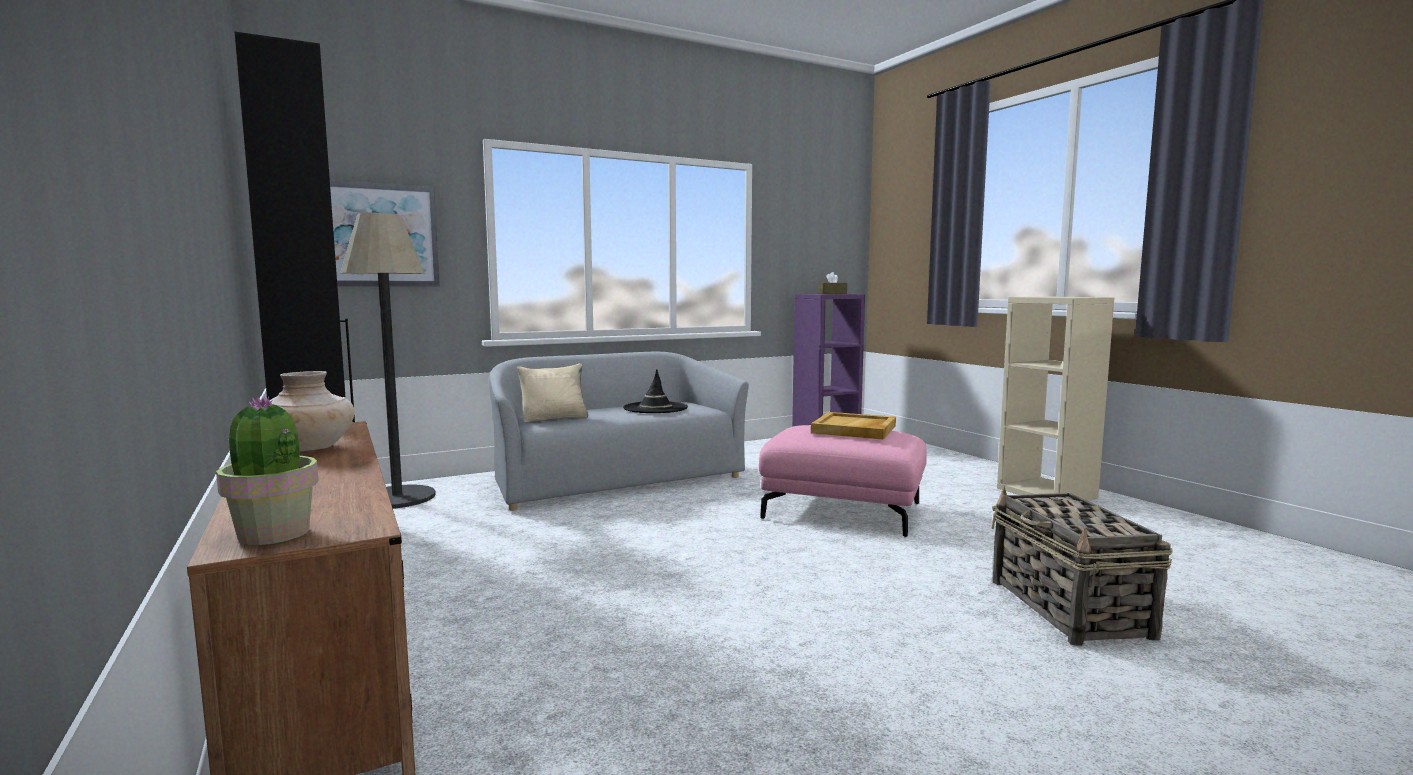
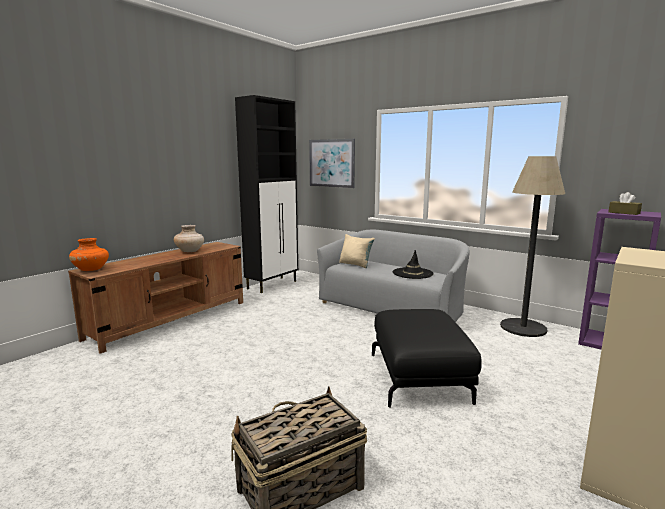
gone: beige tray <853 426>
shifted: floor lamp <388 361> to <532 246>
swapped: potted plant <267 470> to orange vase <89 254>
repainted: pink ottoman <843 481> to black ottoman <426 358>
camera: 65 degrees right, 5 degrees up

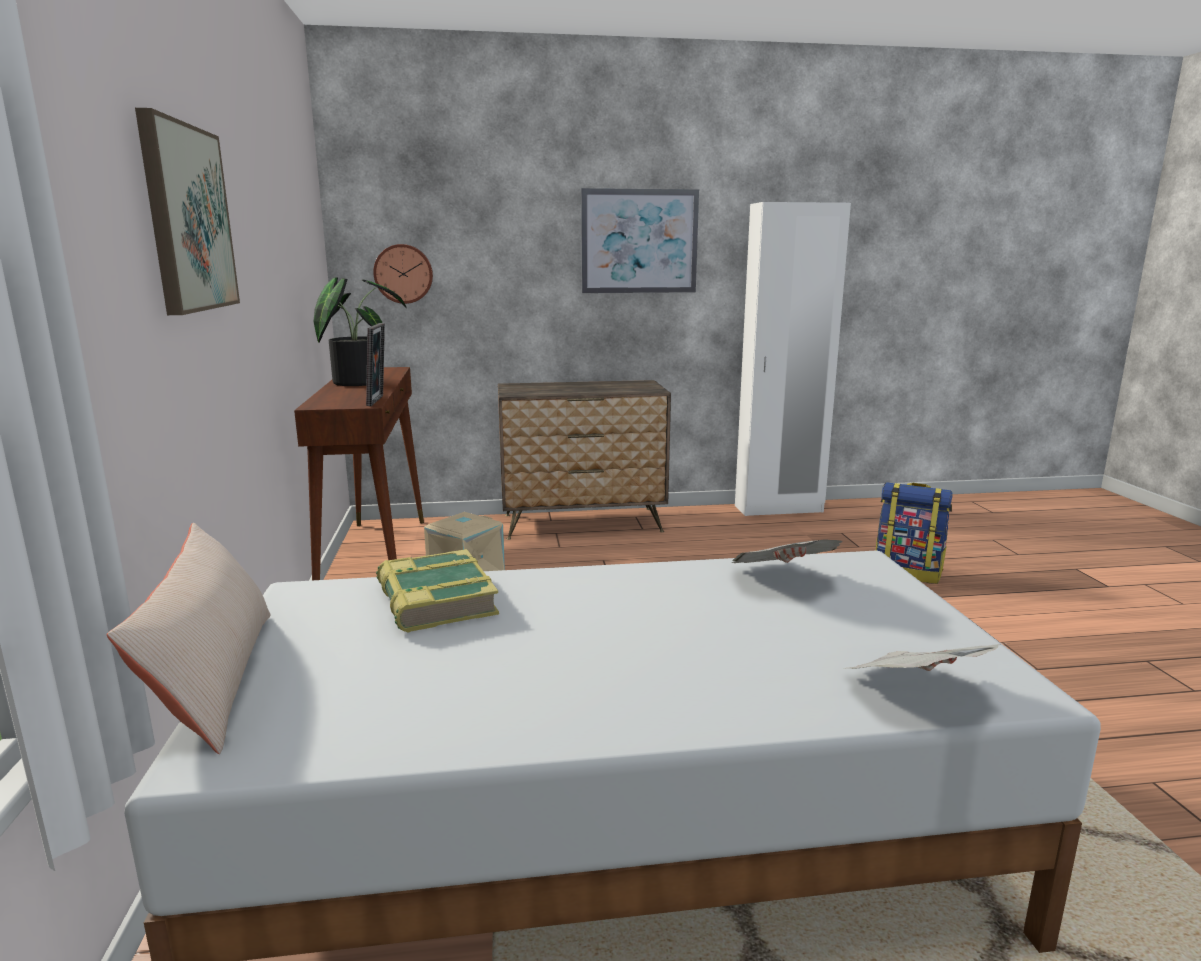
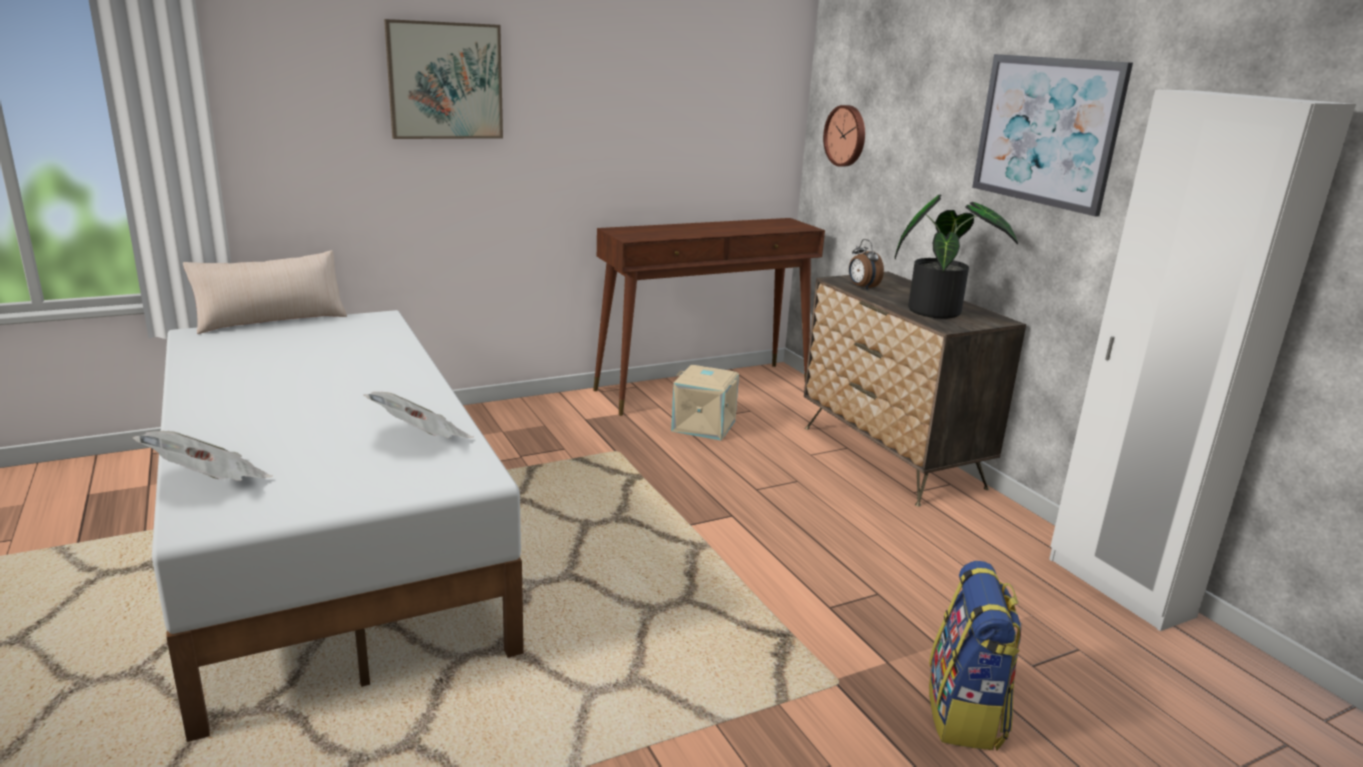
gone: picture frame <375 364>; book <437 591>
new: alarm clock <866 264>
shifted: potted plant <360 331> to <956 256>
camera: 70 degrees right, 5 degrees up

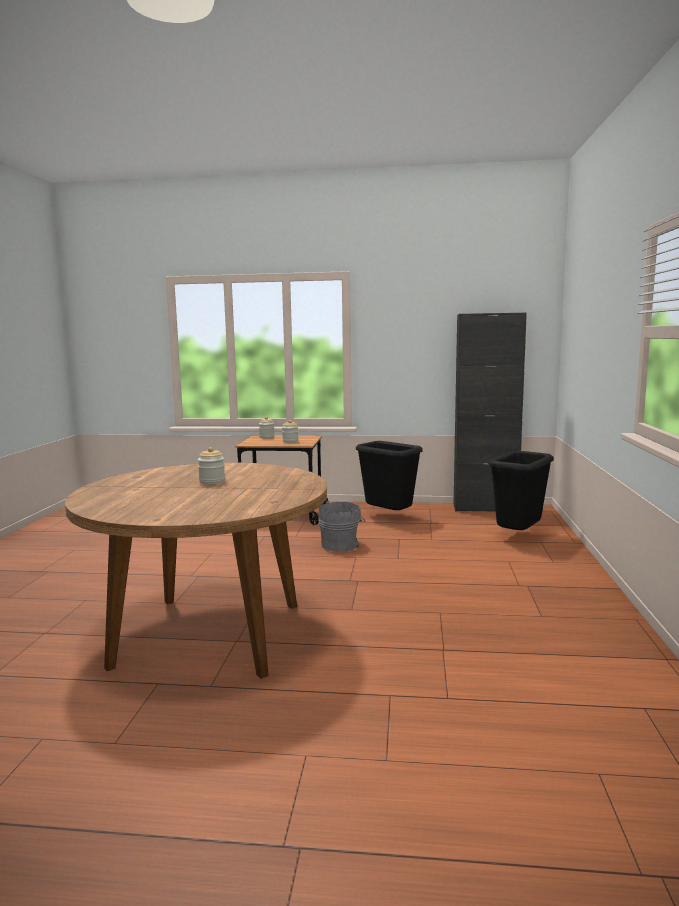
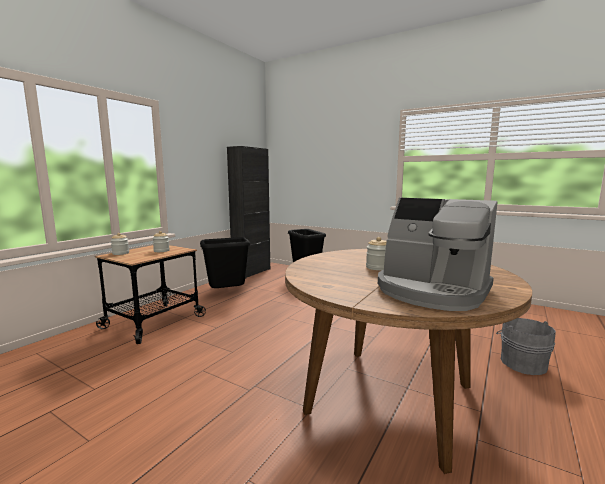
new: coffee machine <438 254>
shifted: grey bucket <341 526> to <526 346>
camera: 65 degrees left, 0 degrees up

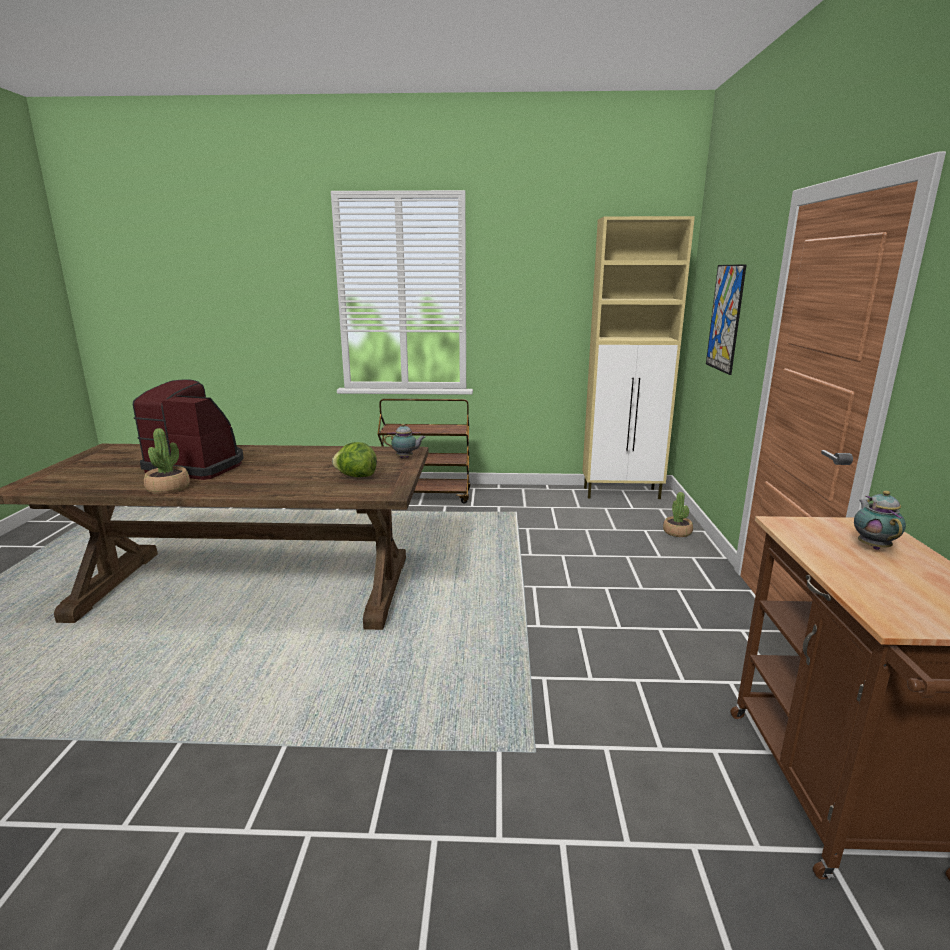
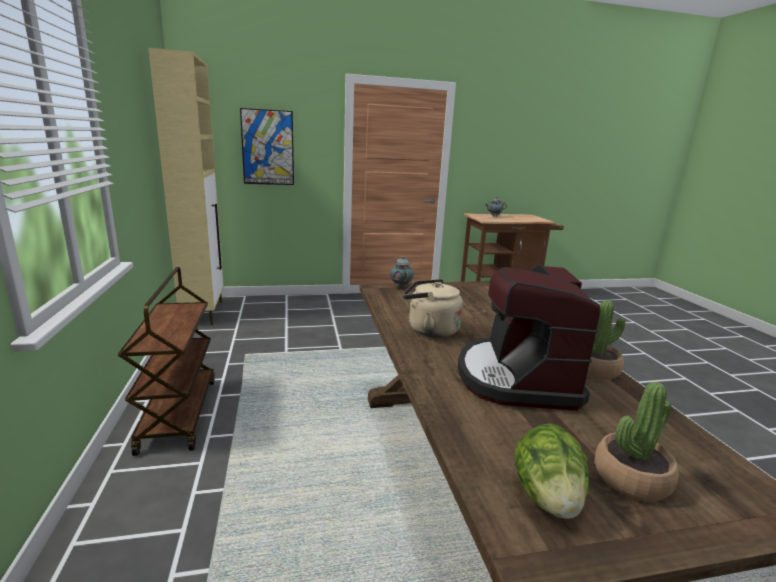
new: beige kettle <433 308>
shifted: lettuce <354 459> to <551 471>; potted plant <678 514> to <637 442>
camera: 105 degrees left, 0 degrees up

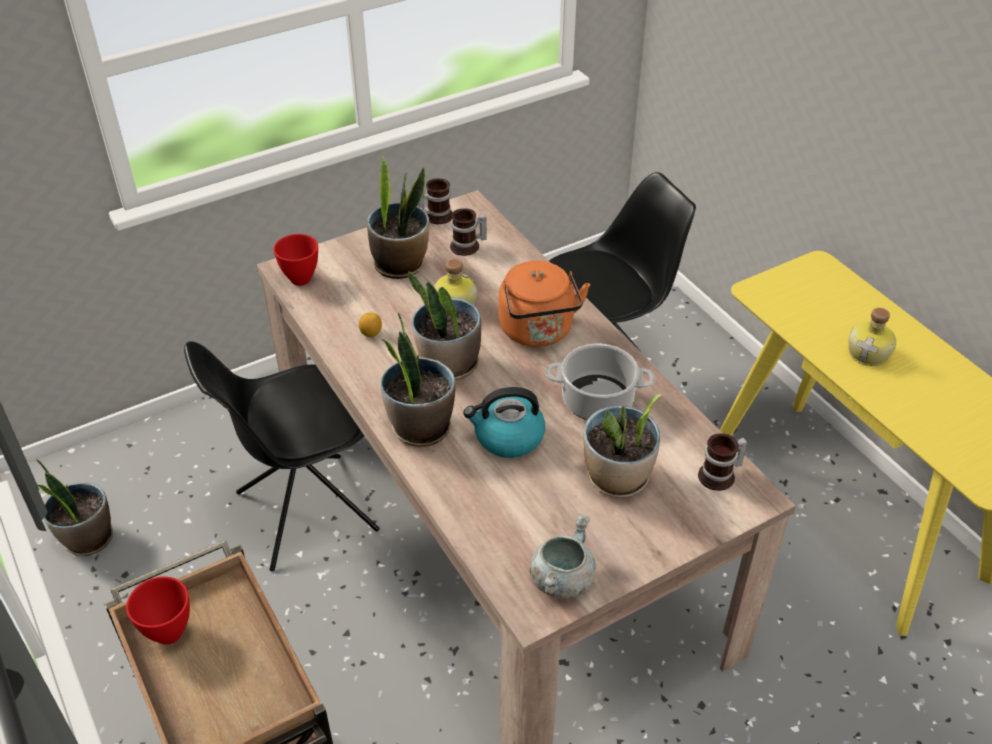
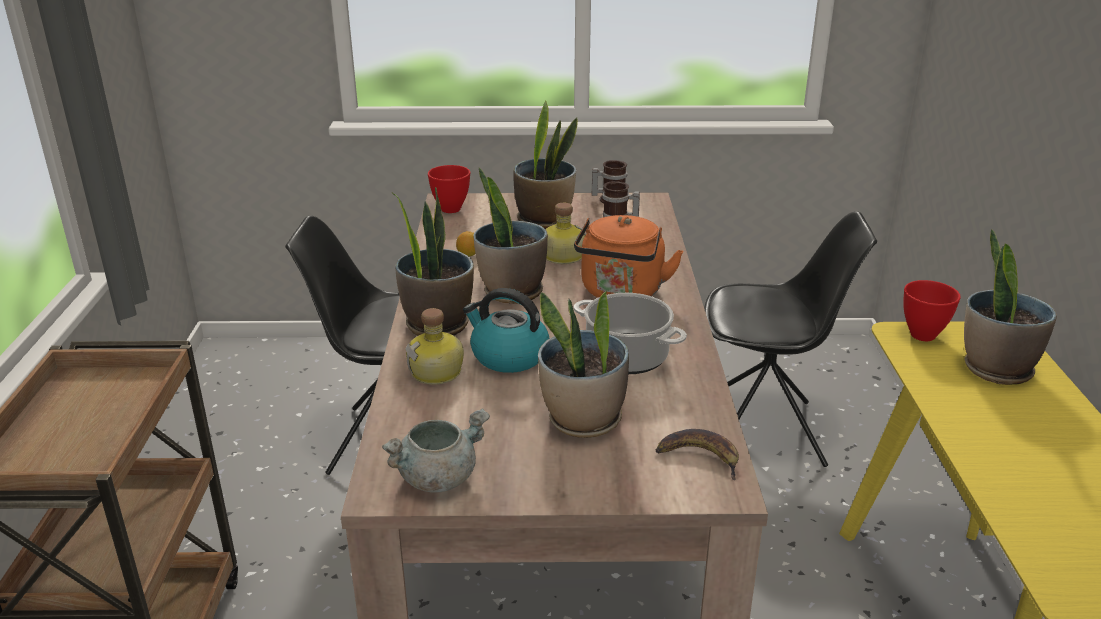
shifted: potted plant <74 507> to <1010 307>; red bowl <158 610> to <932 310>; bottle <872 337> to <434 346>
swapped: mug <723 462> to banana <697 454>
camera: 30 degrees right, 15 degrees down

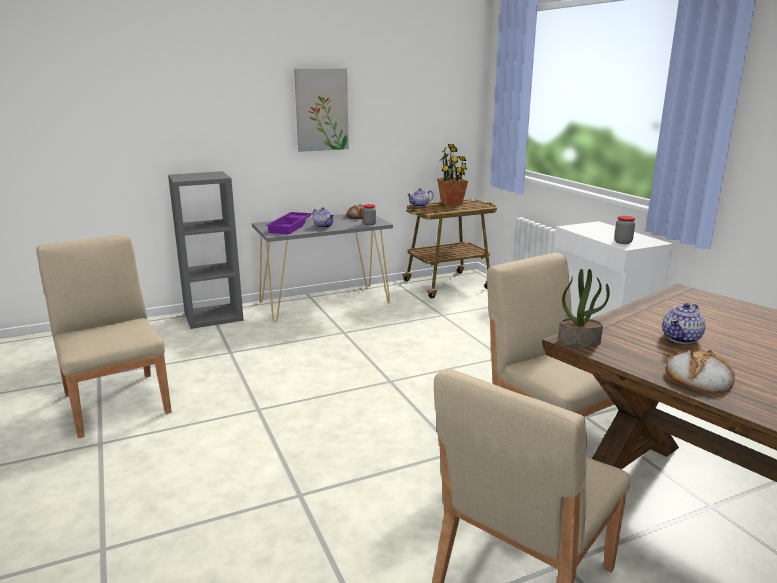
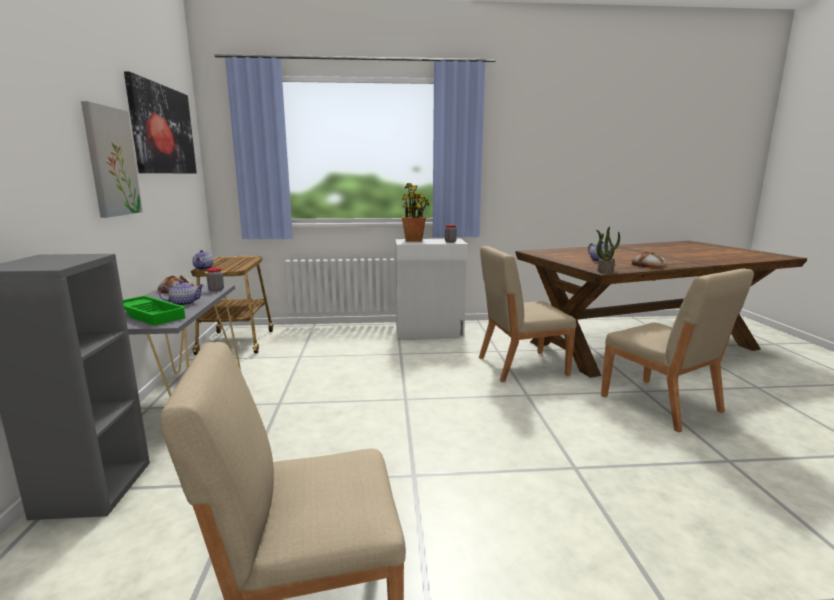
new: picture <160 122>
shifted: potted plant <452 175> to <415 212>
repainted: purple tray <289 223> to green tray <155 311>
camera: 70 degrees left, 5 degrees down

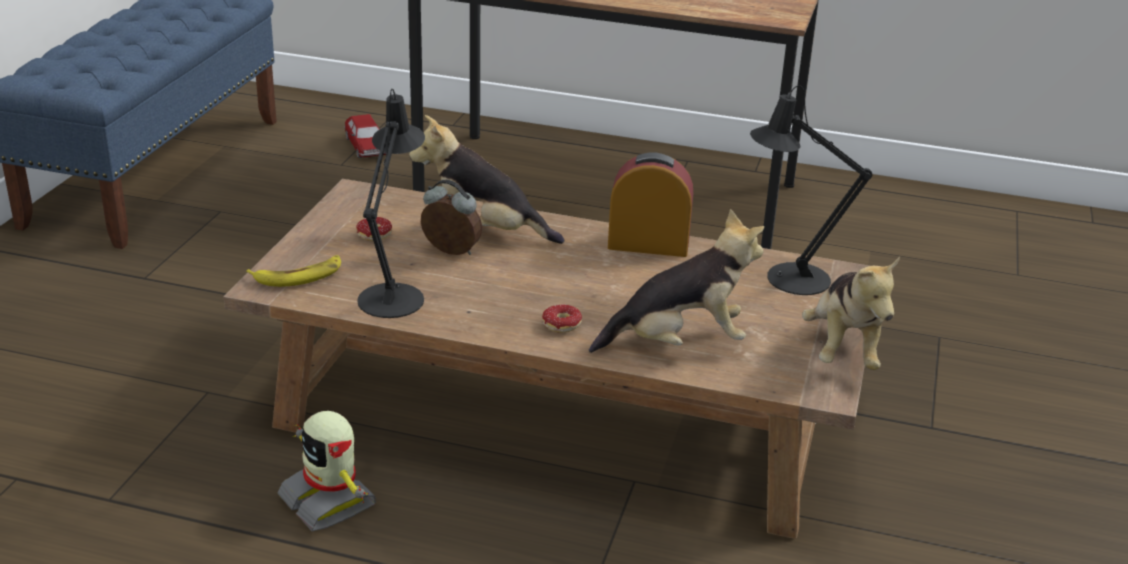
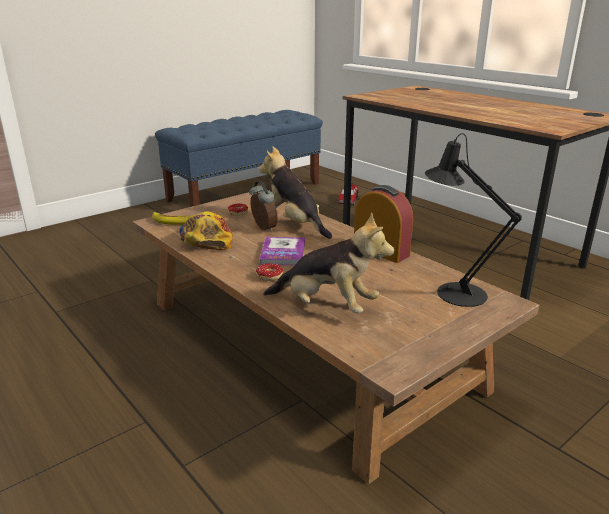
gone: toy robot <327 471>; plush toy <851 313>
new: book <282 251>
swapped: black table lamp <391 203> to cap <206 230>
camera: 35 degrees right, 5 degrees down

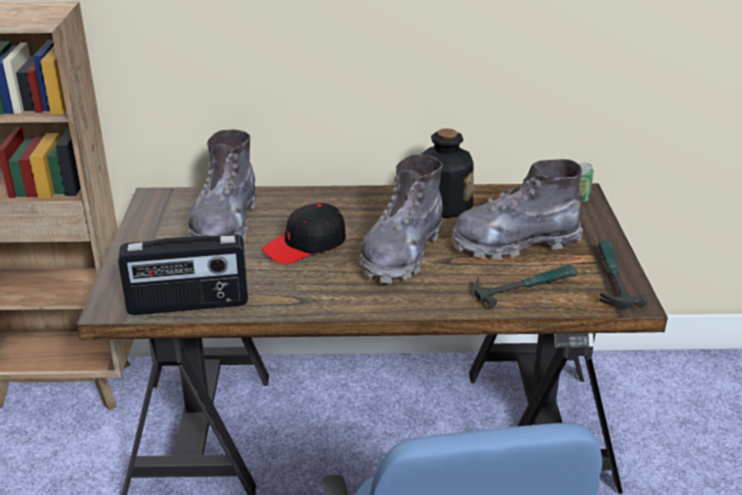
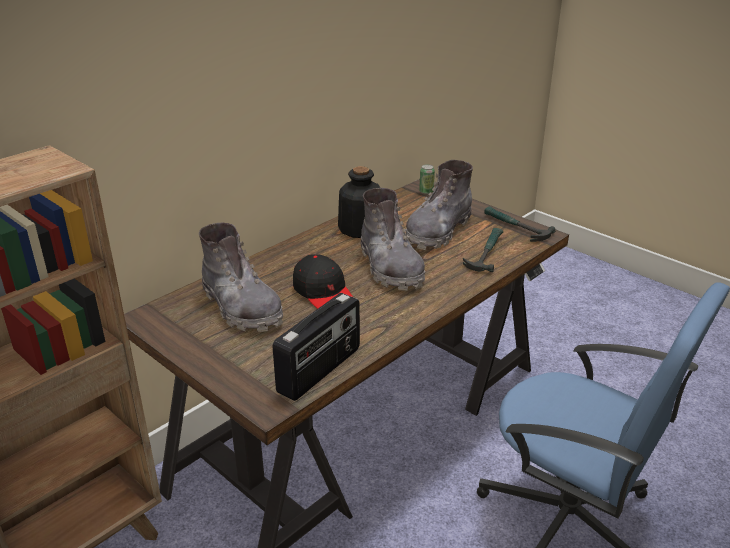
rotated: black cap <304 233> = <323 281> 45 degrees counterclockwise
camera: 45 degrees left, 0 degrees up

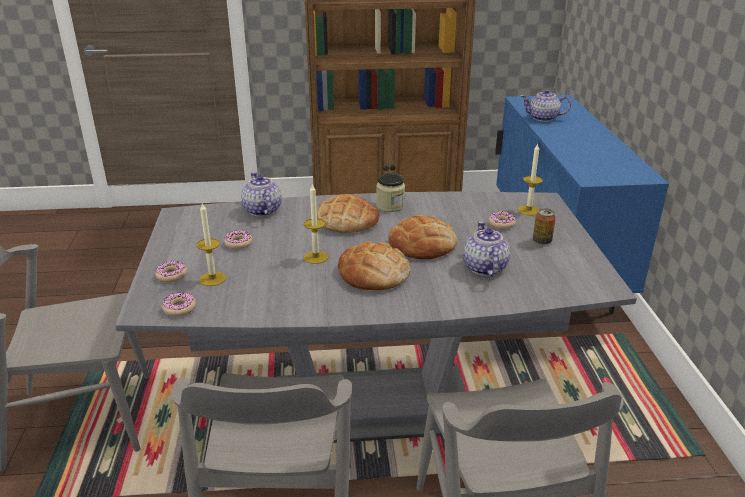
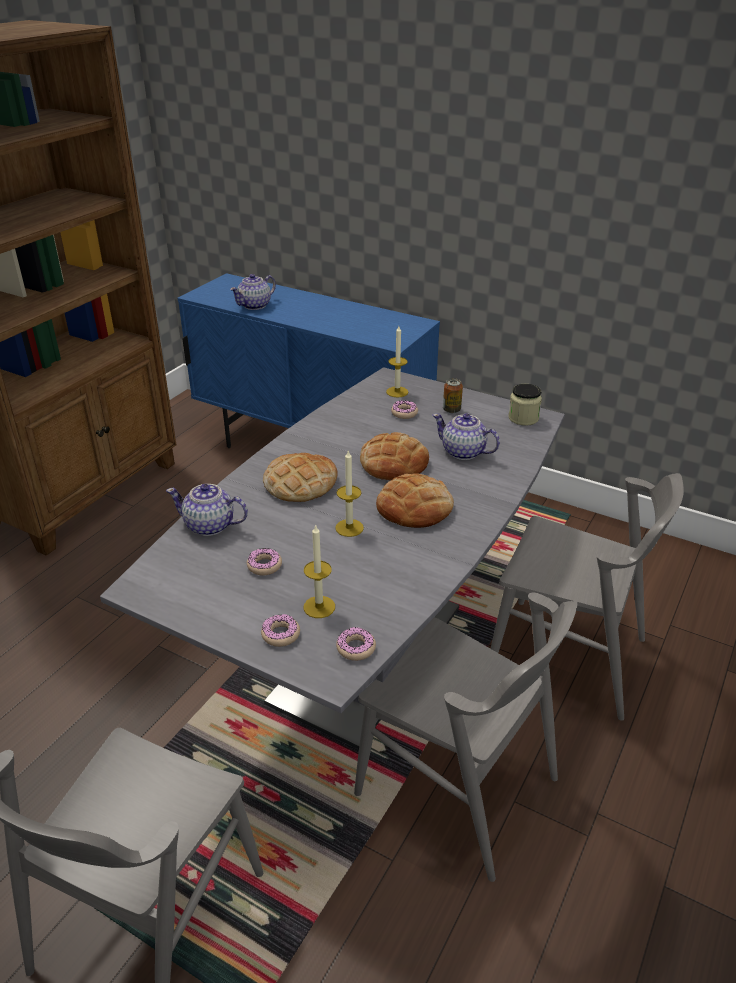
shifted: jar <390 192> to <525 405>
camera: 55 degrees left, 5 degrees up

